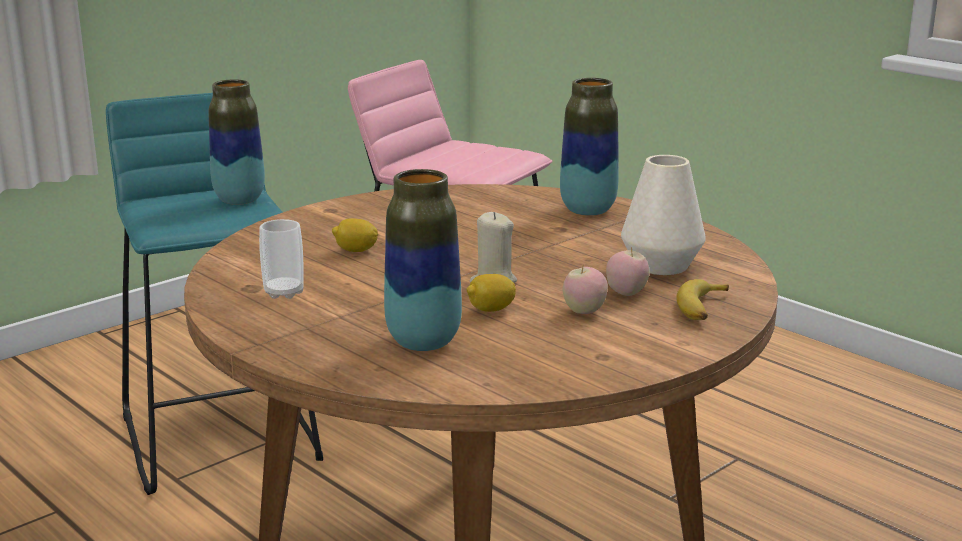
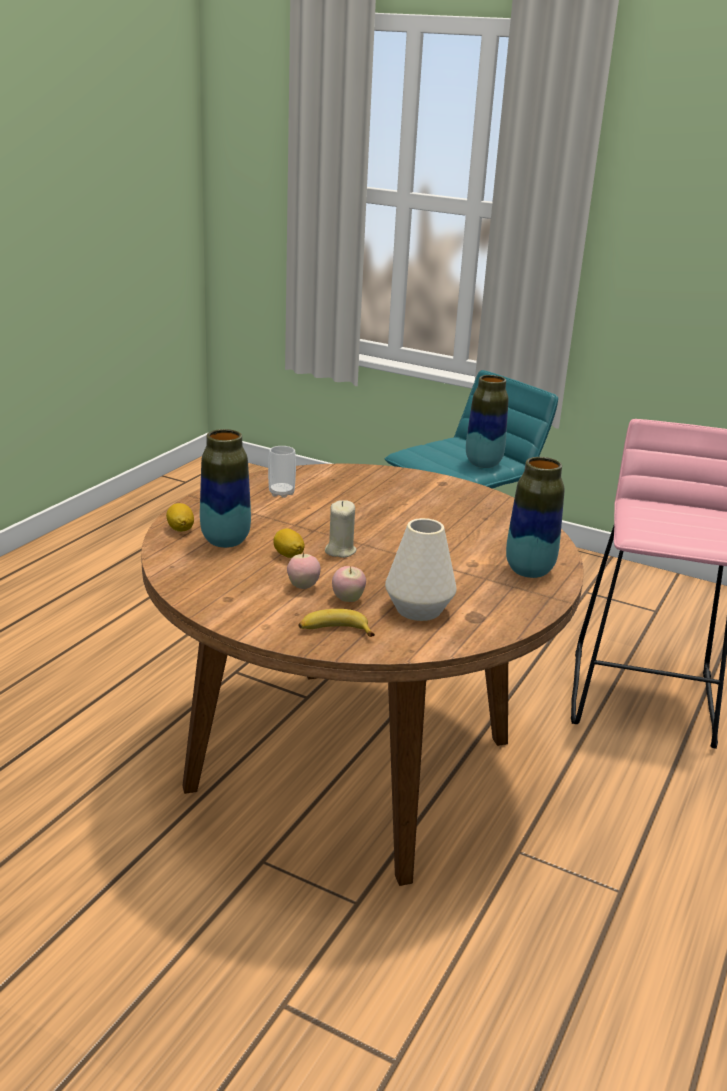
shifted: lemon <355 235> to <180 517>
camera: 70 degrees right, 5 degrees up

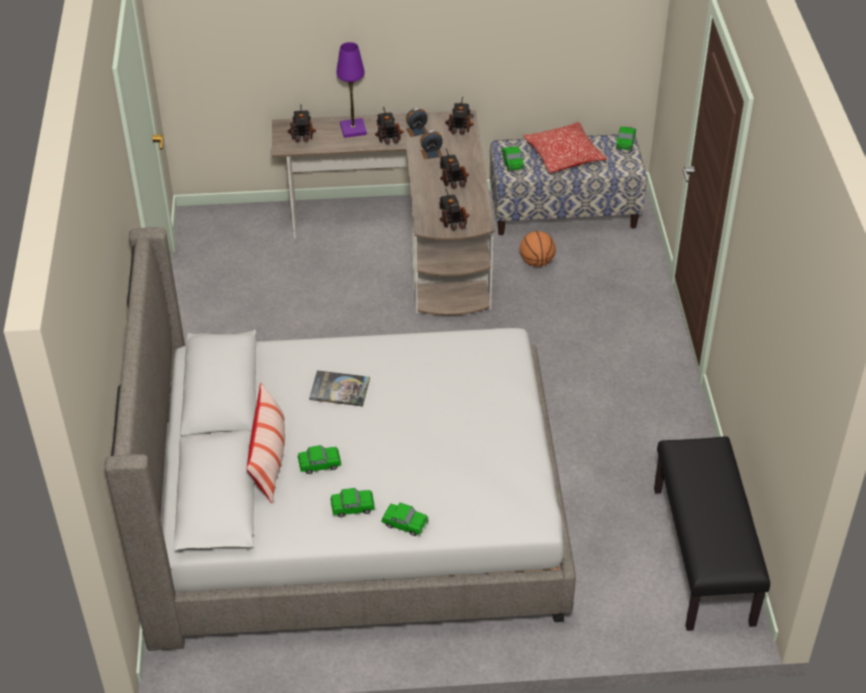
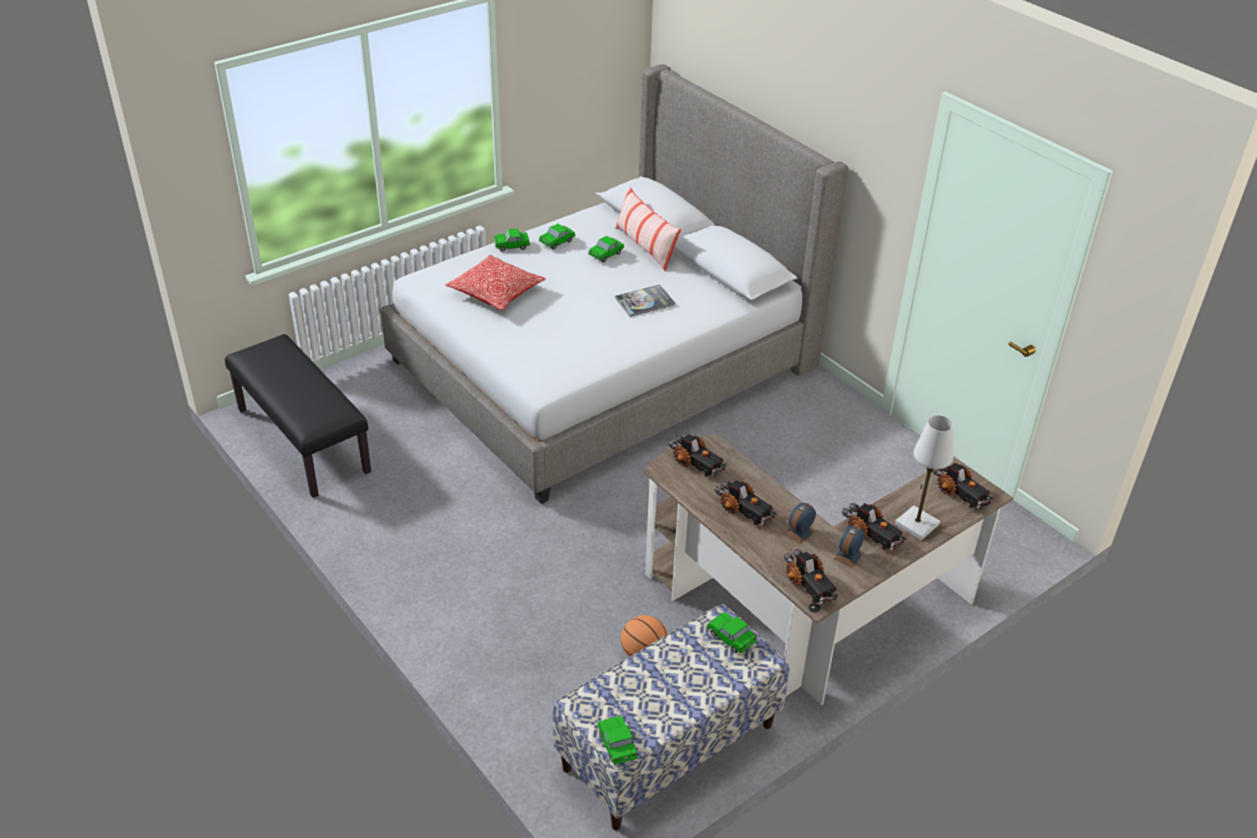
shifted: pillow <565 147> to <495 283>
repainted: purple table lamp <351 90> to white table lamp <924 477>
camera: 145 degrees right, 5 degrees down

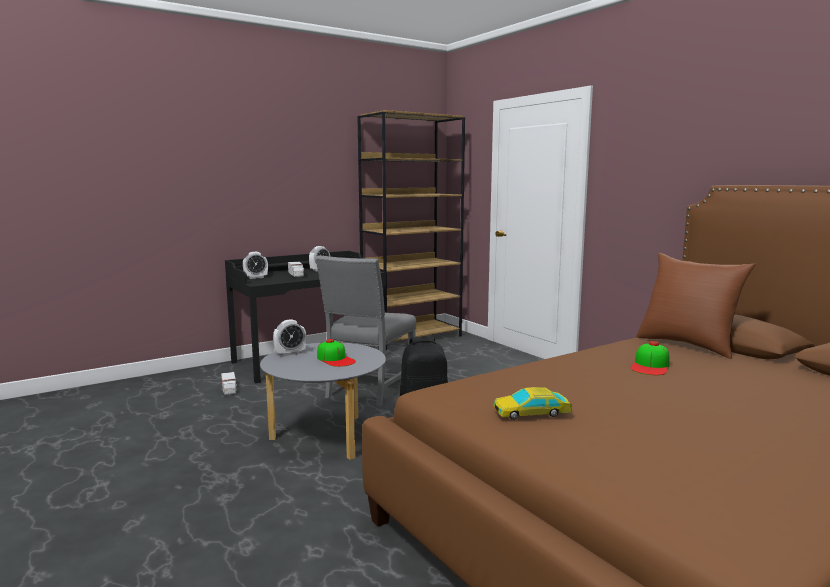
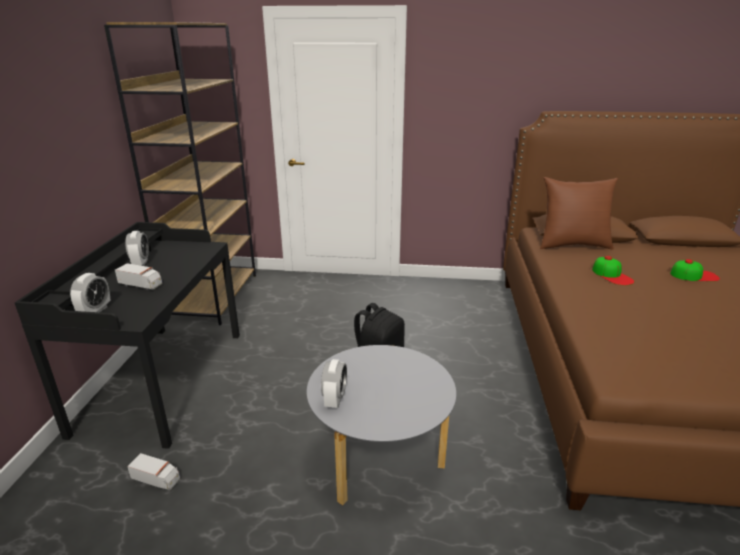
gone: grey chair <365 330>; toy car <532 403>
shifted: cap <336 353> to <695 270>
camera: 50 degrees left, 15 degrees up

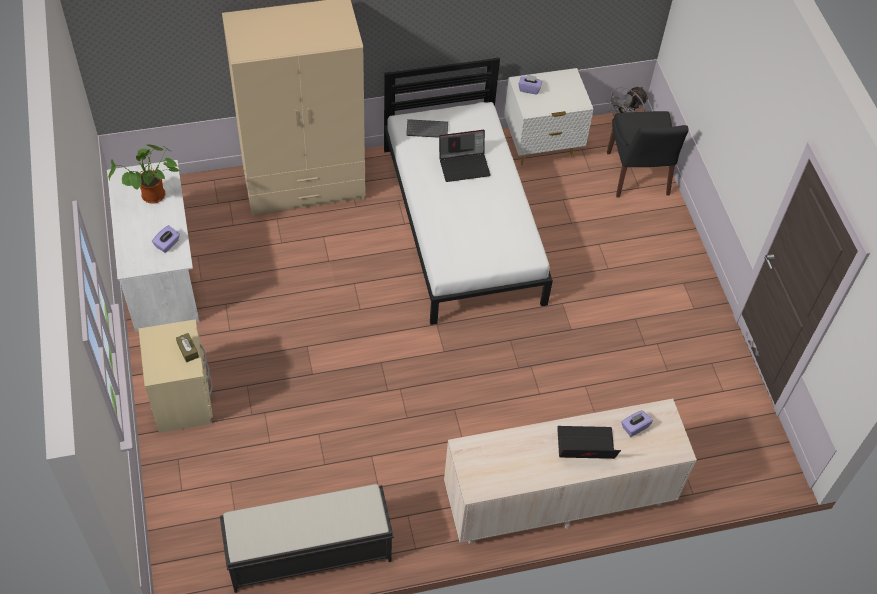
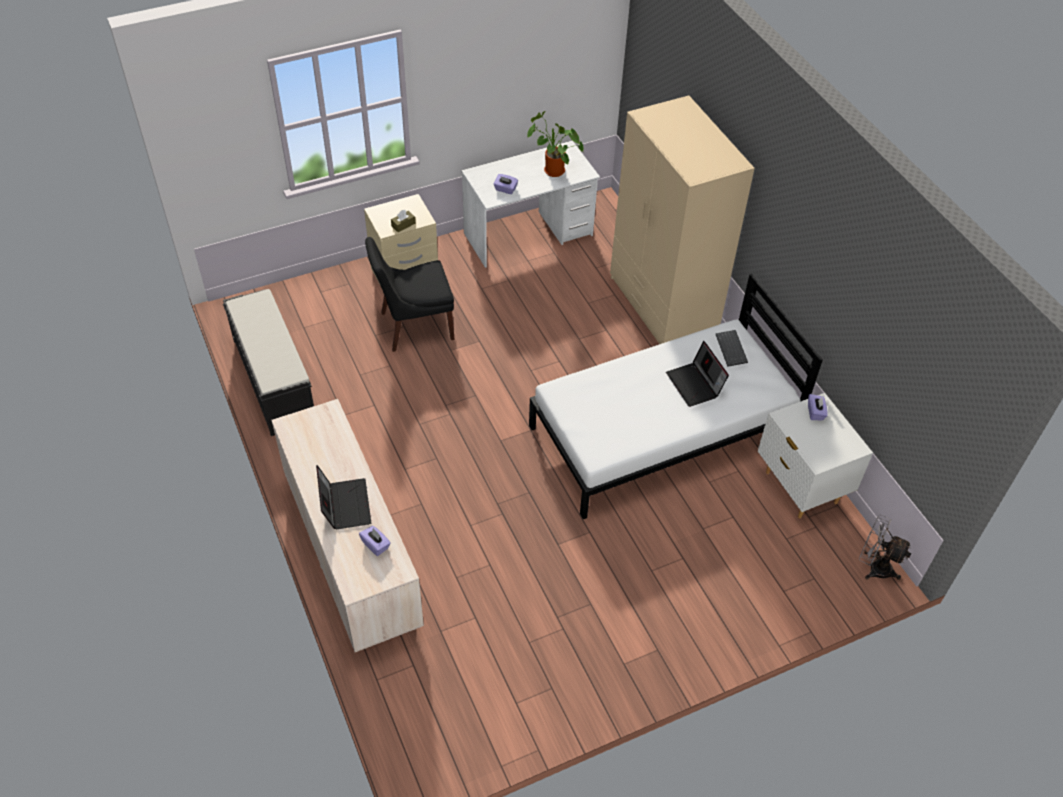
shifted: black chair <648 154> to <410 294>
camera: 80 degrees right, 5 degrees down

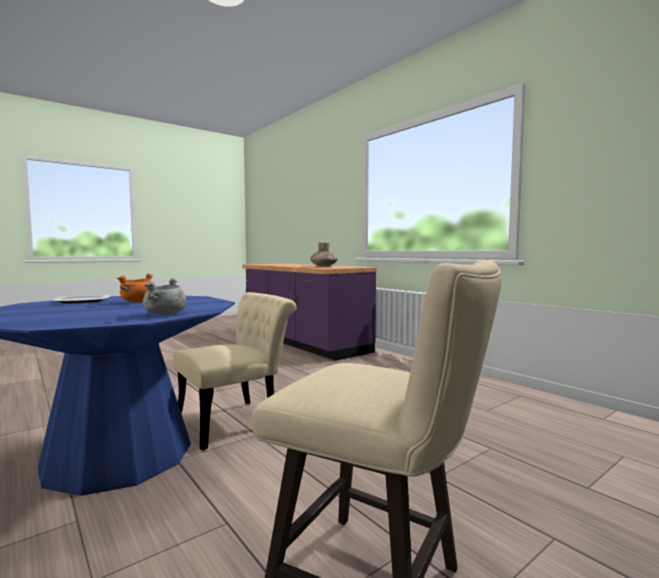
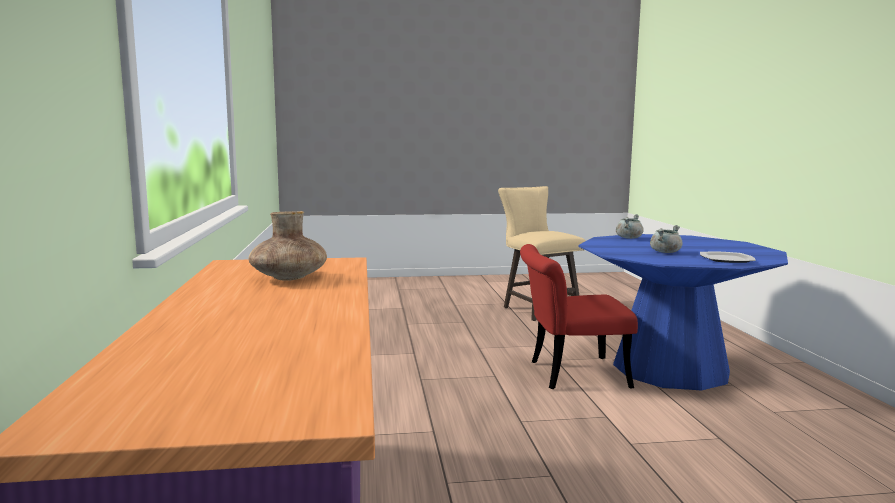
repainted: orange cooking pot <135 288> to grey cooking pot <666 239>; beige chair <235 371> to red chair <579 316>
camera: 150 degrees left, 5 degrees up

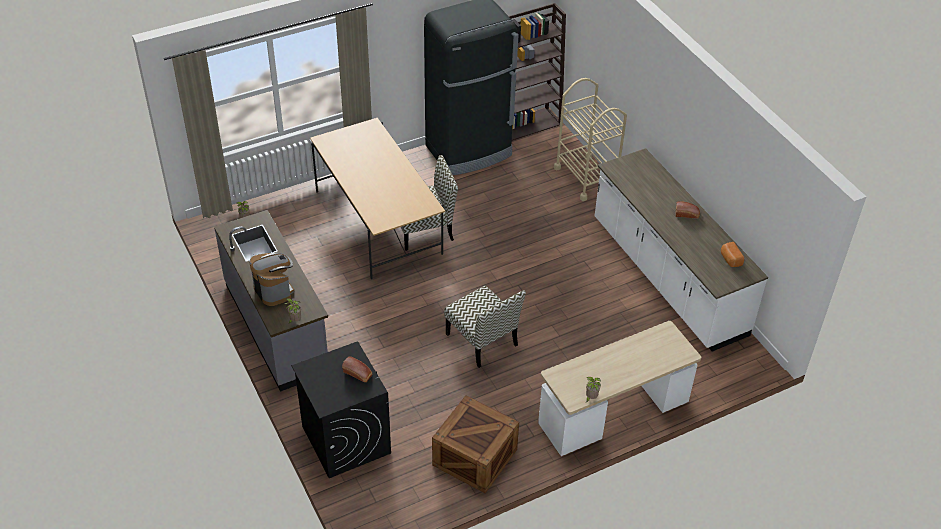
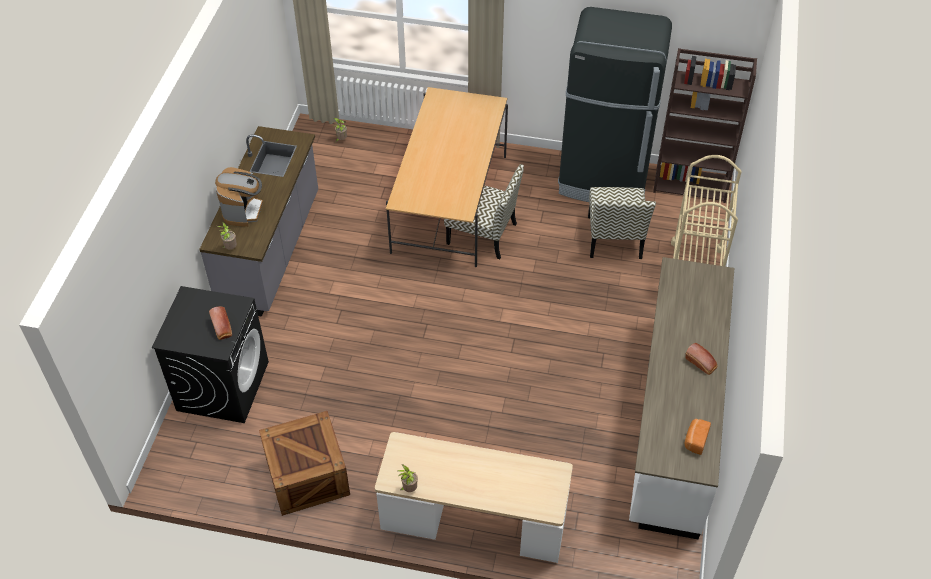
shifted: chair <485 327> to <622 223>
camera: 40 degrees right, 5 degrees up

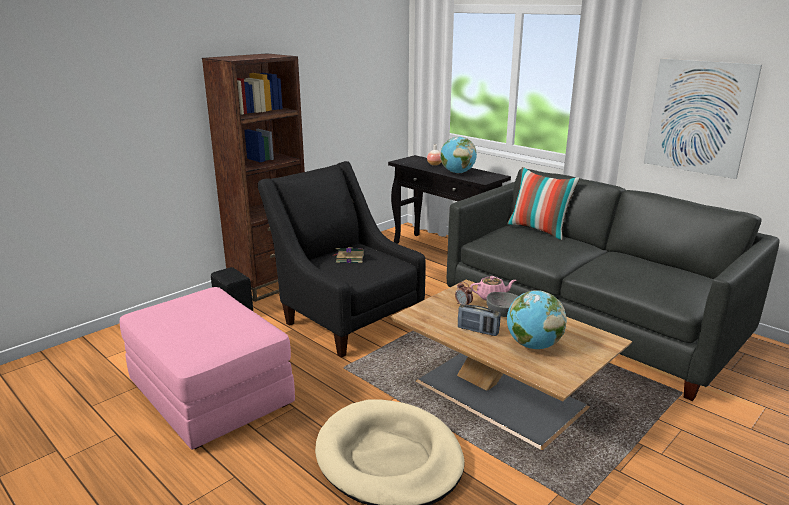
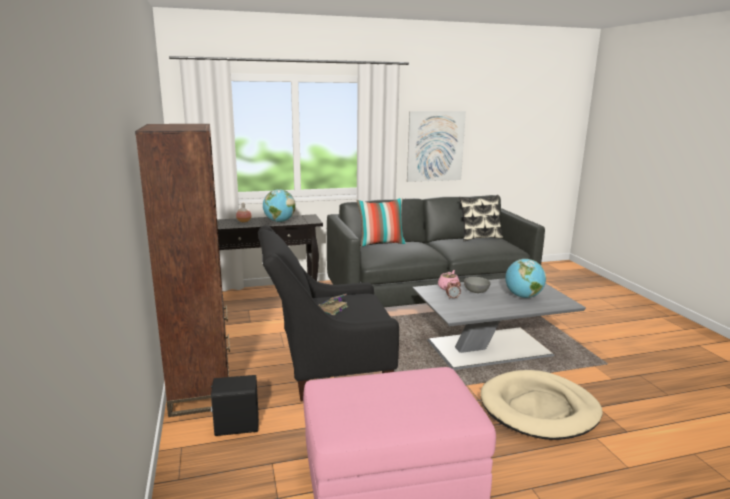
gone: radio <479 320>
new: pillow <481 218>
repainted: brown coffee table <511 365> to grey coffee table <499 324>
camera: 60 degrees left, 5 degrees down

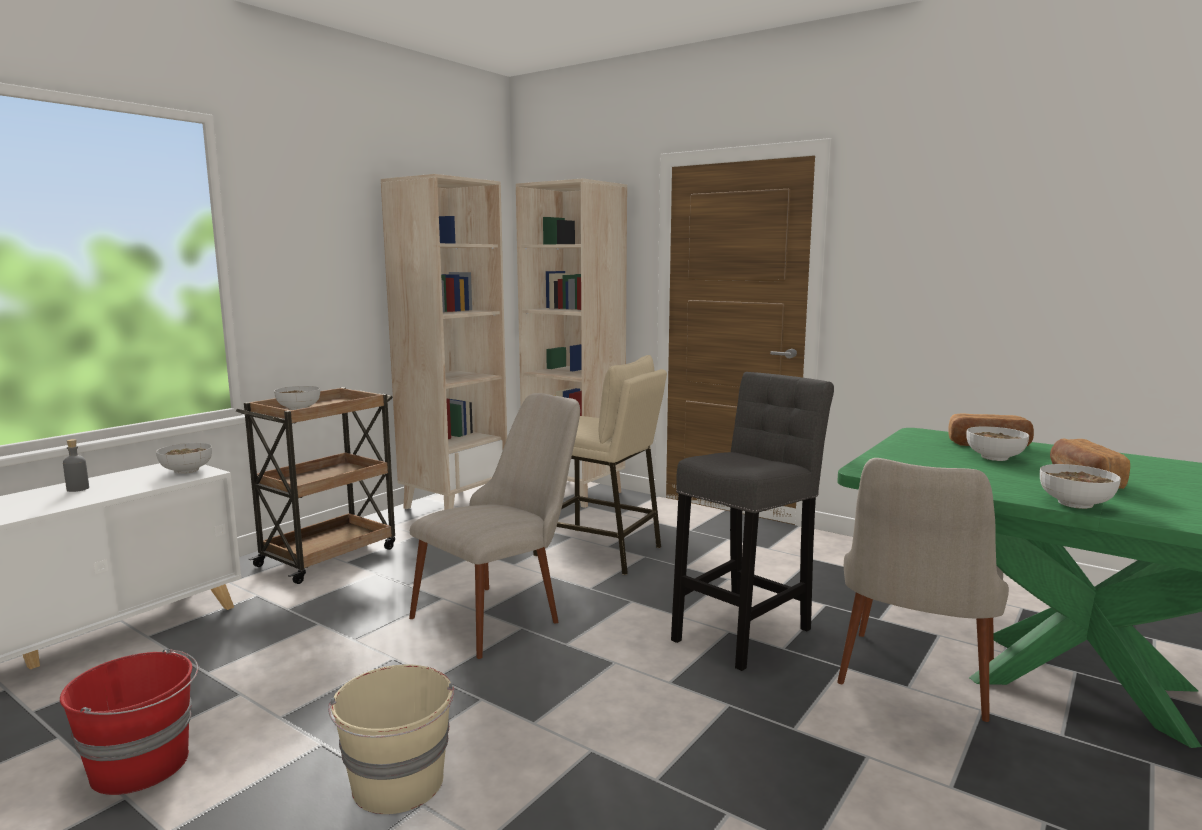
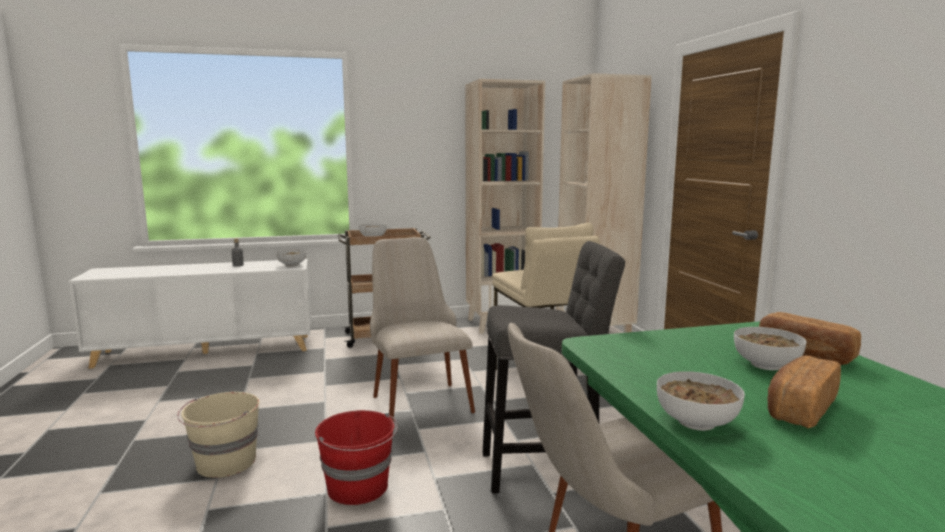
shifted: red bucket <129 721> to <356 457>
rotated: beige chair <494 526> = <422 329> 105 degrees counterclockwise
camera: 40 degrees right, 0 degrees up

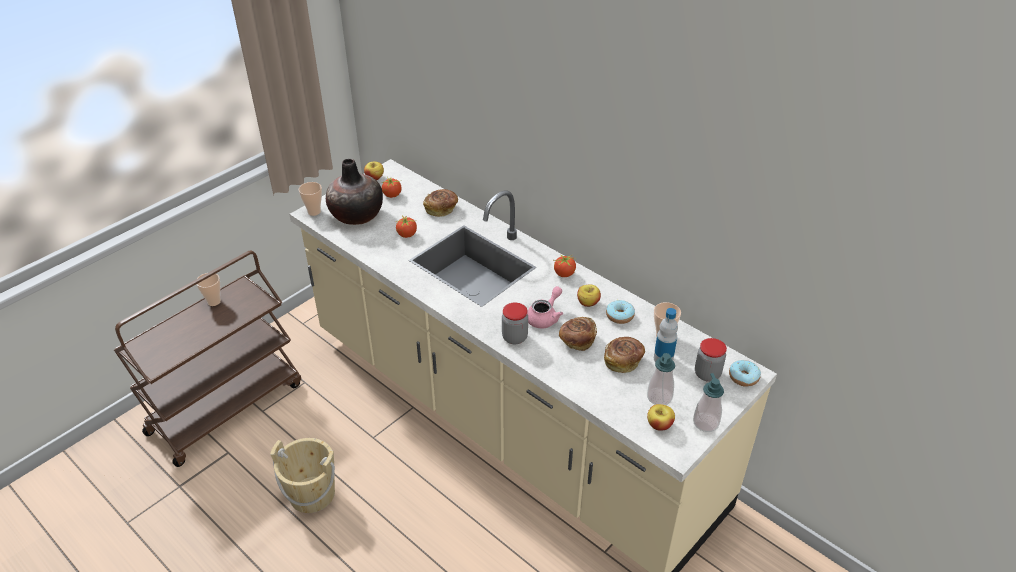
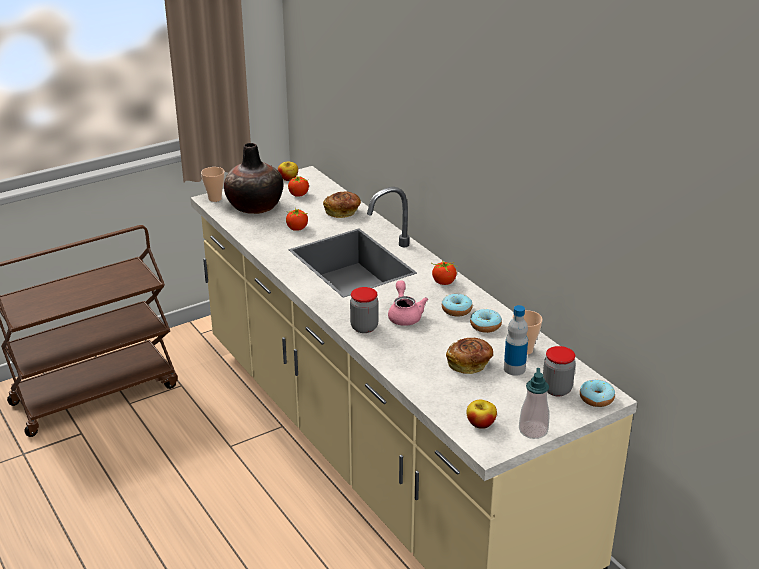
gone: cup <208 289>; beige bucket <302 475>; bread <578 334>; soap dispenser <661 379>
swapped: apple <589 295> to donut <457 305>
rotated: pink teapot <545 307> = <408 303> 60 degrees counterclockwise
camera: 15 degrees right, 10 degrees down

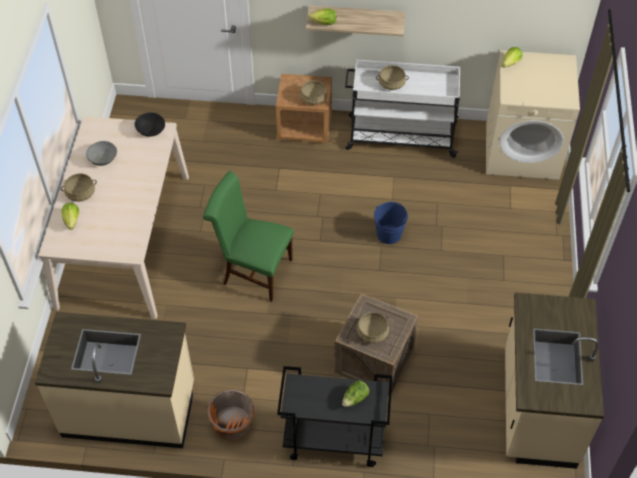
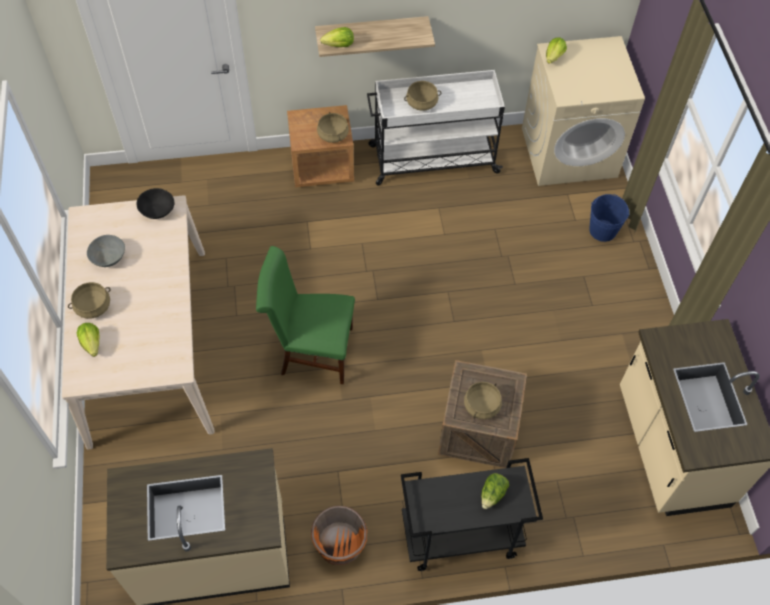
shifted: blue bucket <391 223> to <609 218>
camera: 15 degrees left, 5 degrees up

